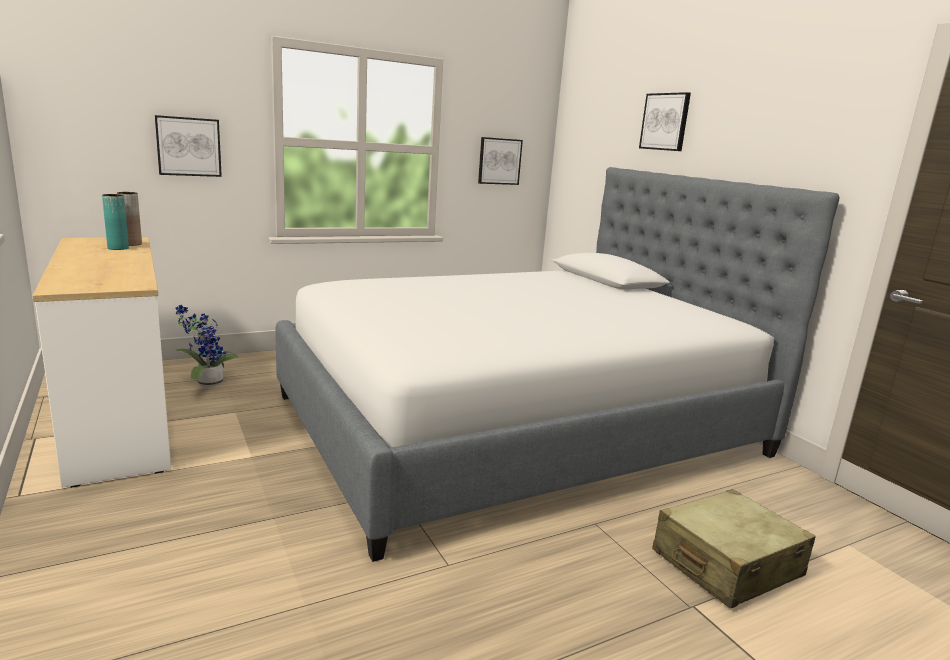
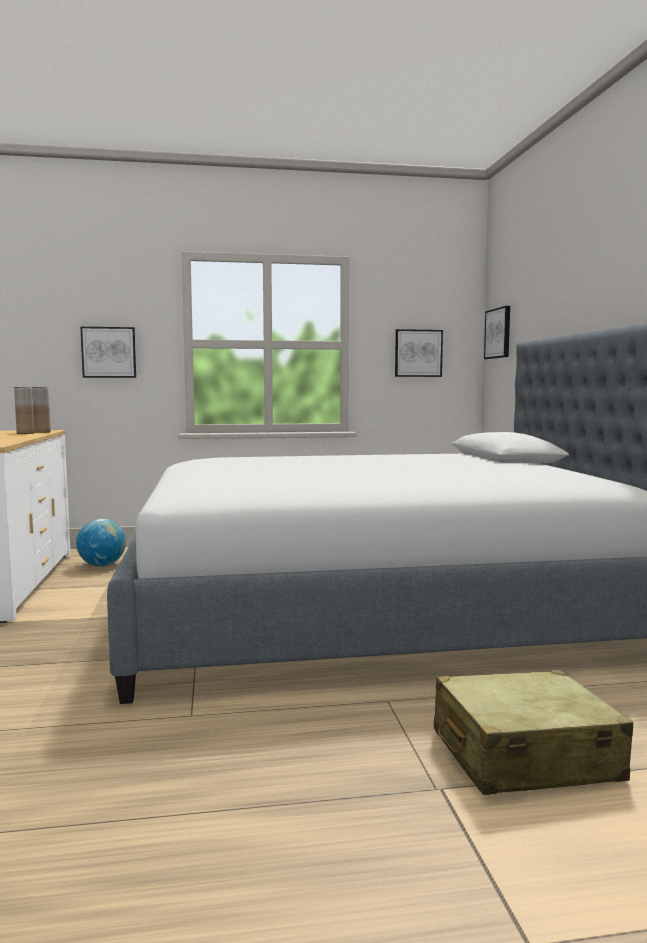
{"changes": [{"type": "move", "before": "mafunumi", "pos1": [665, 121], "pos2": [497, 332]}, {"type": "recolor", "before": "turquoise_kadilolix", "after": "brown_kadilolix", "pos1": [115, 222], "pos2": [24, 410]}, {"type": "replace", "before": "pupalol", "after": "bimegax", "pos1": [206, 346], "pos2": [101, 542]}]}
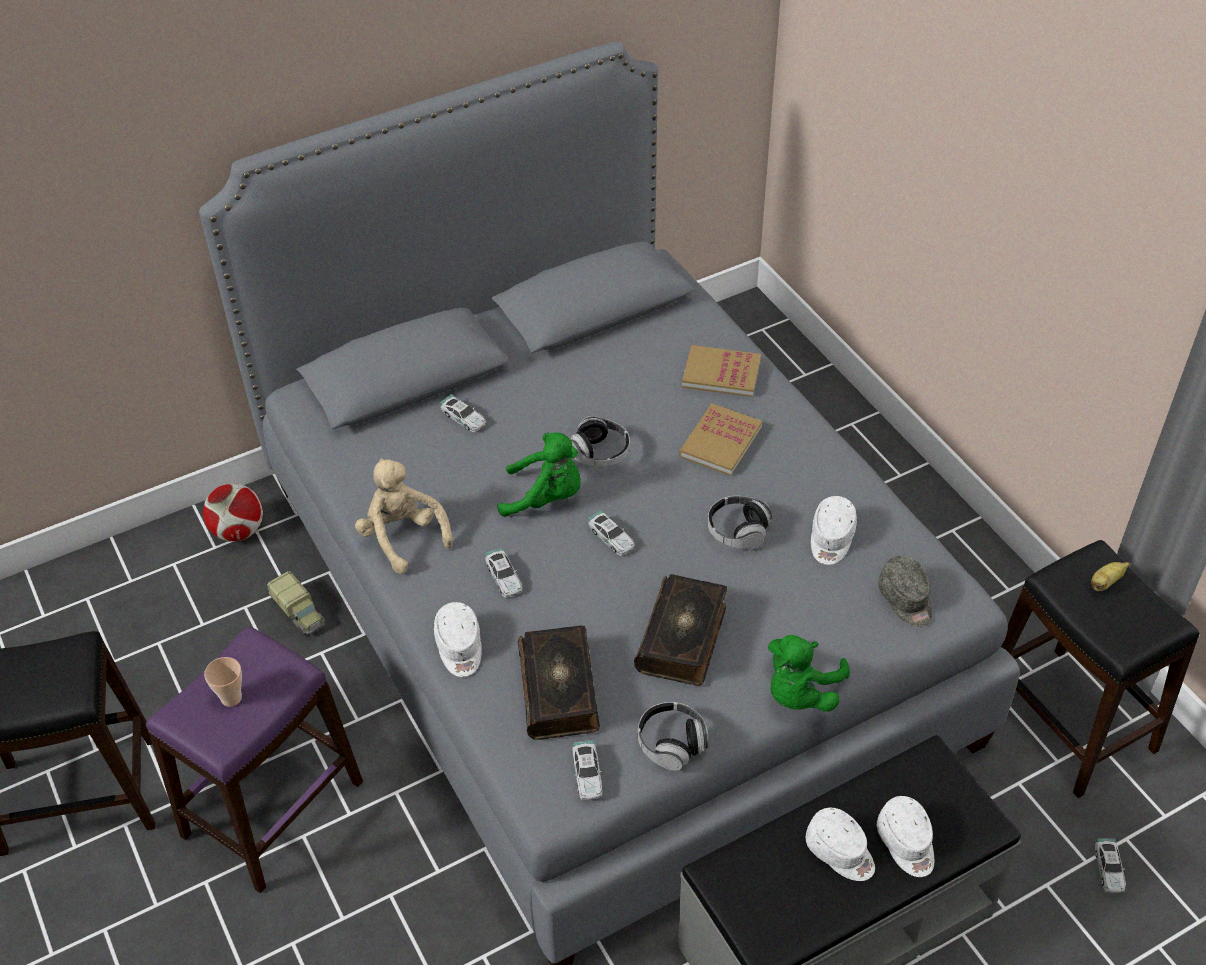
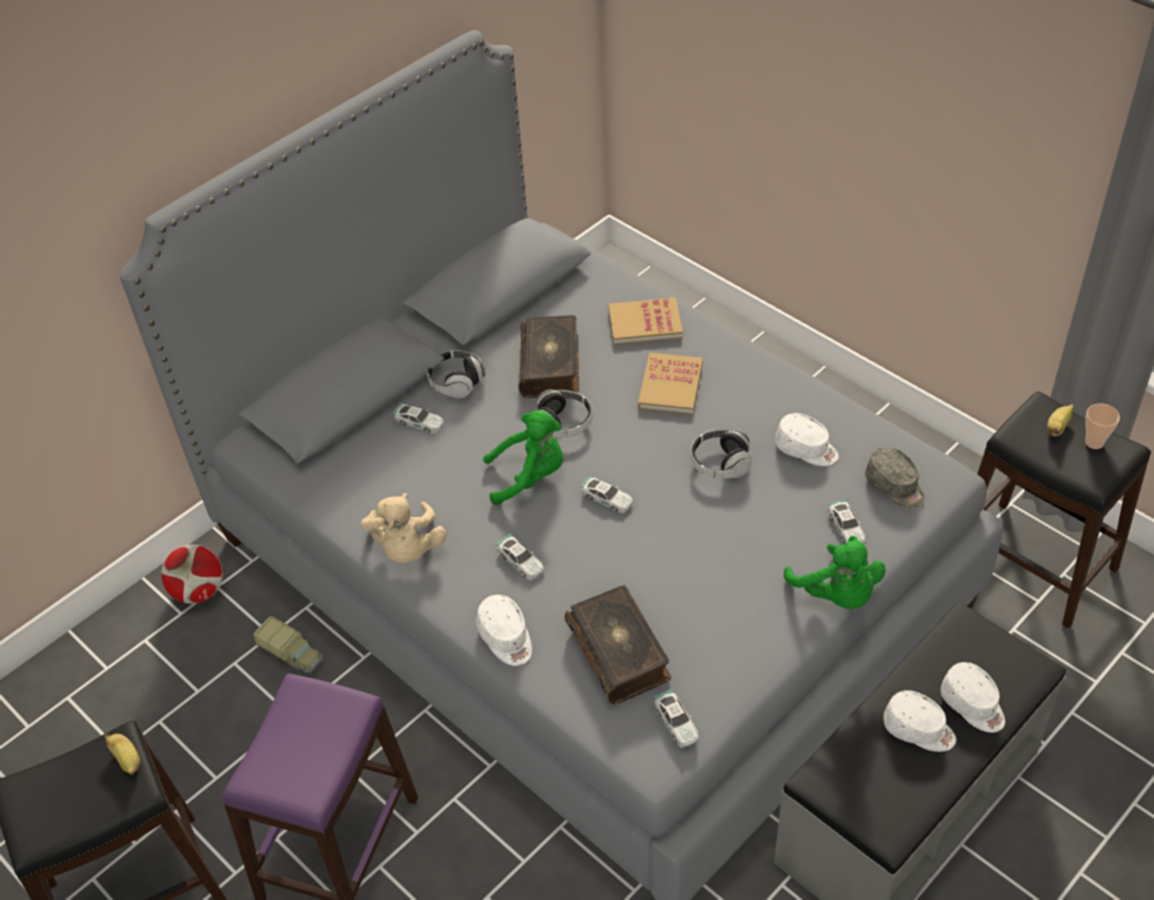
{"changes": [{"type": "rotate", "before": "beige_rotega", "pos1": [404, 516], "pos2": [404, 528], "turn": -135}, {"type": "rotate", "before": "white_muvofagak", "pos1": [834, 530], "pos2": [807, 439], "turn": -60}, {"type": "move", "before": "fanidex", "pos1": [680, 630], "pos2": [548, 356]}, {"type": "rotate", "before": "green_rotega", "pos1": [809, 673], "pos2": [835, 572], "turn": -45}, {"type": "move", "before": "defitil", "pos1": [223, 682], "pos2": [1102, 426]}, {"type": "move", "before": "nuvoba", "pos1": [673, 736], "pos2": [456, 374]}, {"type": "move", "before": "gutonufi", "pos1": [1110, 865], "pos2": [847, 521]}, {"type": "insert", "after": "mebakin", "pos2": [122, 753]}]}
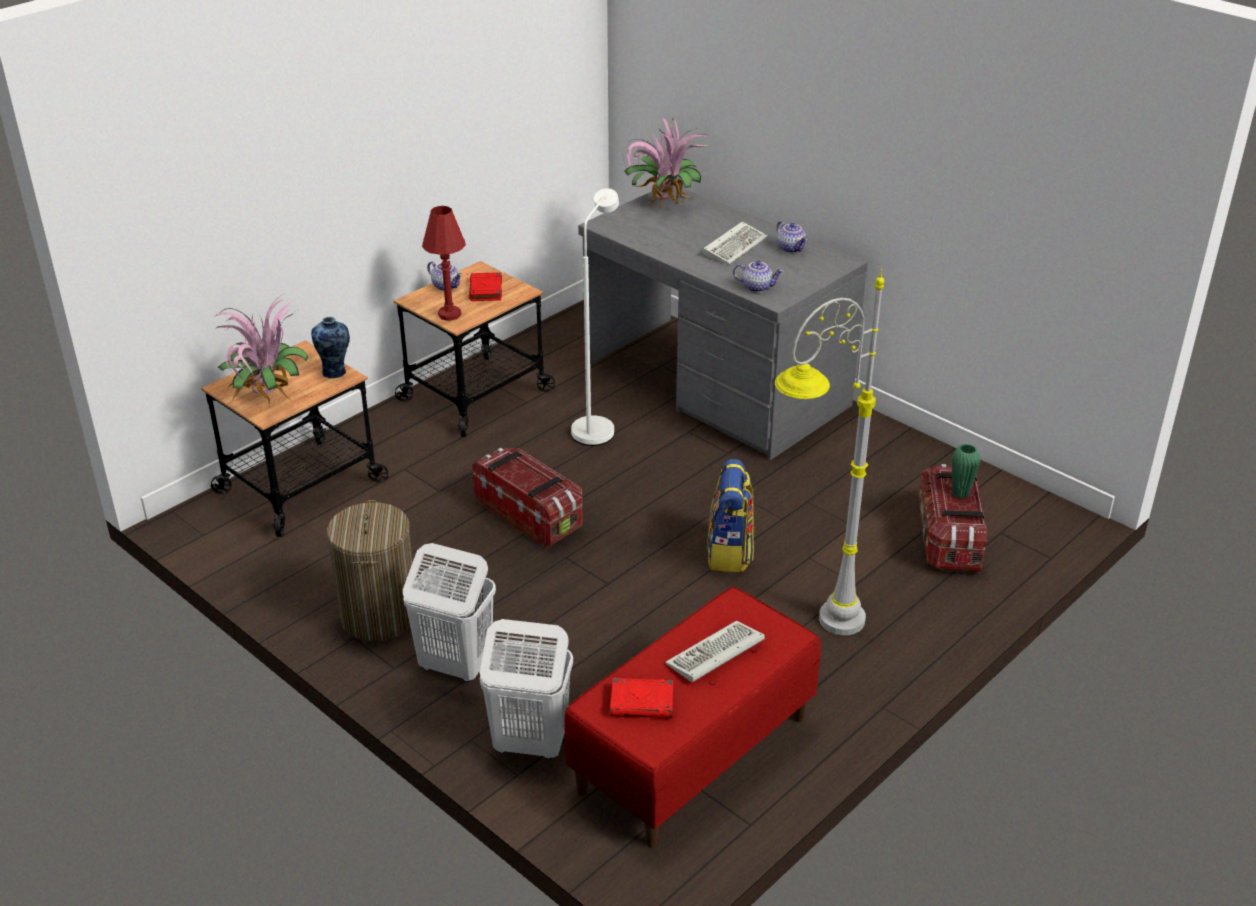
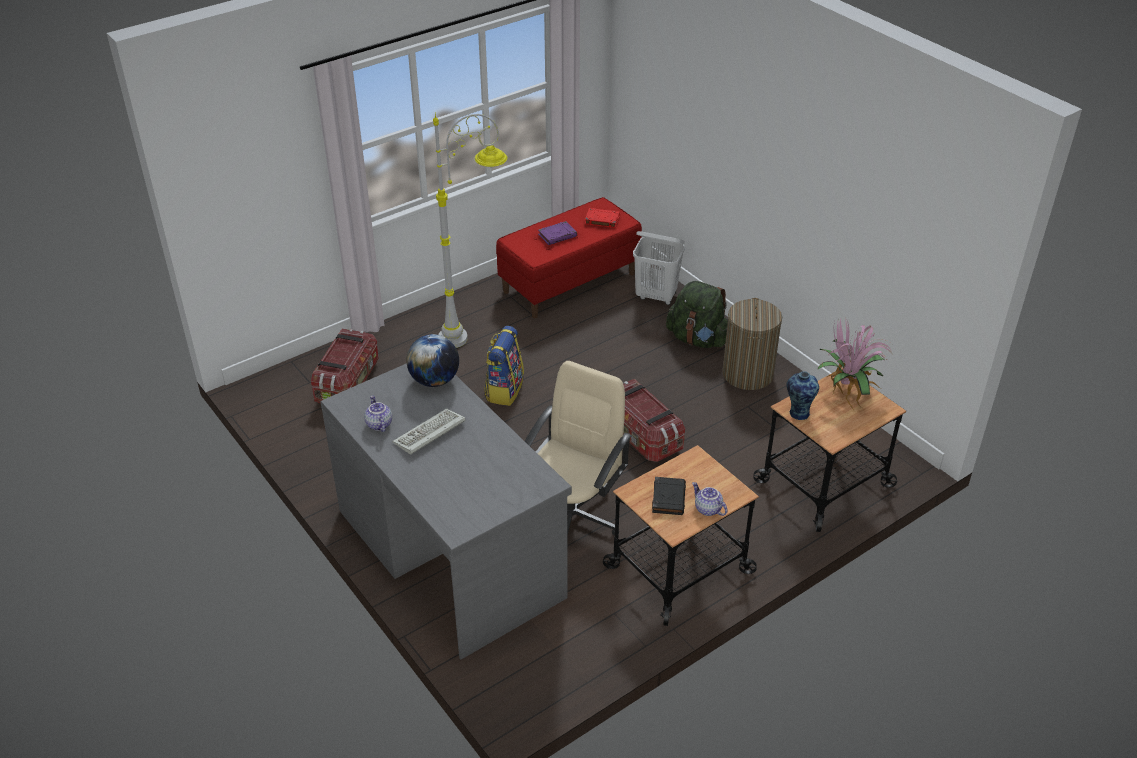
{"changes": [{"type": "delete", "before": "pupalol", "pos1": [665, 163]}, {"type": "replace", "before": "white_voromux", "after": "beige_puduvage", "pos1": [595, 317], "pos2": [578, 448]}, {"type": "delete", "before": "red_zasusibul", "pos1": [444, 263]}, {"type": "replace", "before": "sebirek", "after": "bimegax", "pos1": [758, 276], "pos2": [432, 360]}, {"type": "recolor", "before": "red_fanidex", "after": "black_fanidex", "pos1": [485, 286], "pos2": [669, 496]}, {"type": "delete", "before": "green_kadilolix", "pos1": [966, 471]}, {"type": "replace", "before": "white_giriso", "after": "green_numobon", "pos1": [449, 612], "pos2": [697, 314]}, {"type": "replace", "before": "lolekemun", "after": "purple_fanidex", "pos1": [715, 651], "pos2": [557, 233]}]}
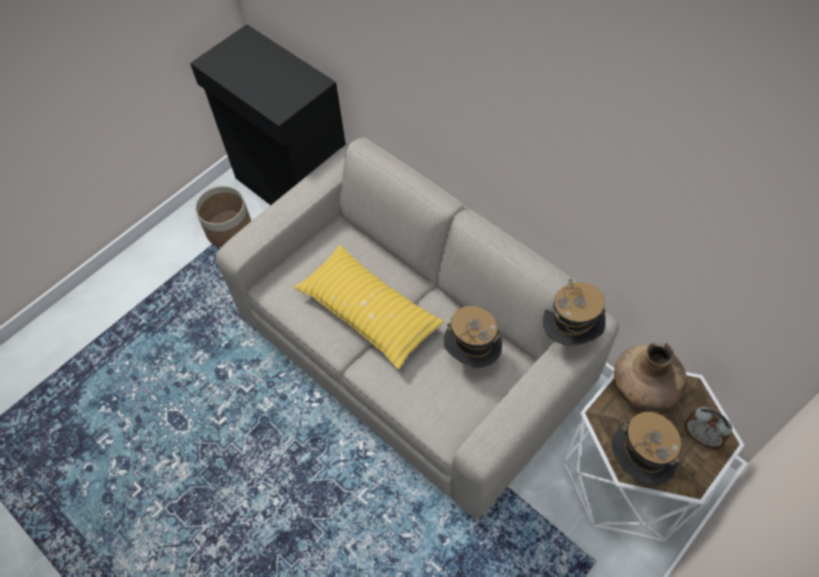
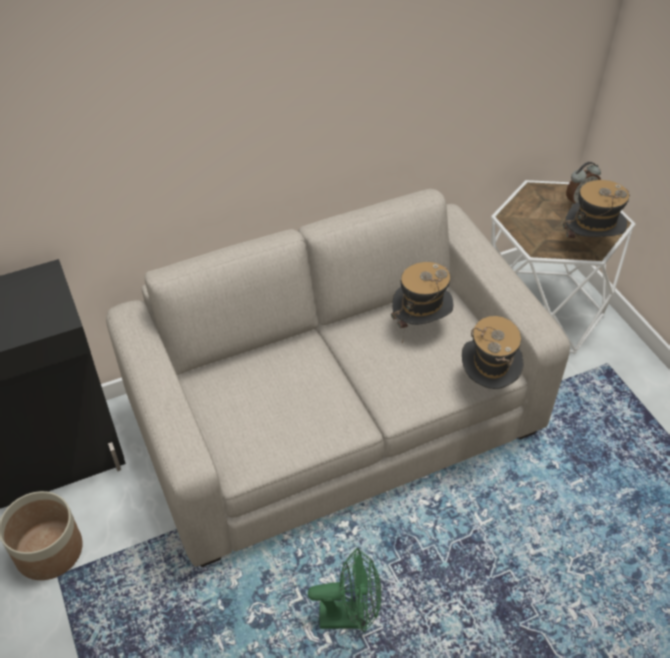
{"changes": [{"type": "delete", "before": "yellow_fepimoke", "pos1": [369, 307]}, {"type": "move", "before": "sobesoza", "pos1": [574, 312], "pos2": [492, 352]}, {"type": "delete", "before": "brown_kadilolix", "pos1": [650, 376]}, {"type": "insert", "after": "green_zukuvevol", "pos2": [344, 590]}]}
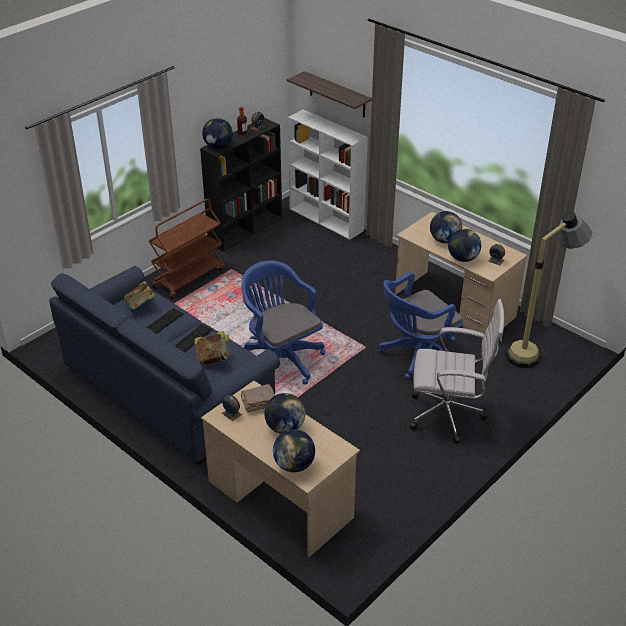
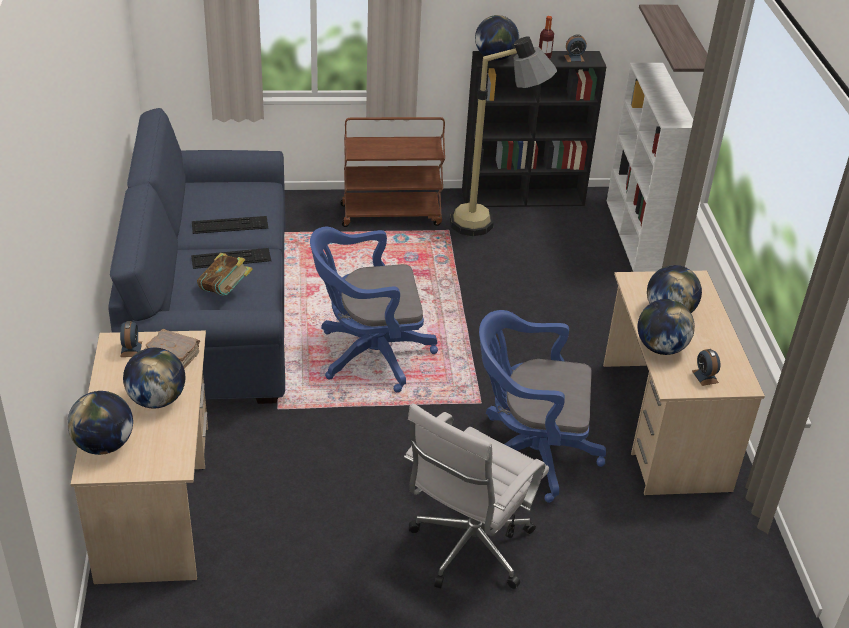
{"changes": [{"type": "move", "before": "voromux", "pos1": [548, 289], "pos2": [503, 136]}, {"type": "rotate", "before": "blue_puduvage", "pos1": [283, 322], "pos2": [374, 310], "turn": -105}, {"type": "delete", "before": "fanidex", "pos1": [139, 295]}, {"type": "rotate", "before": "white_puduvage", "pos1": [457, 371], "pos2": [476, 496], "turn": 75}]}
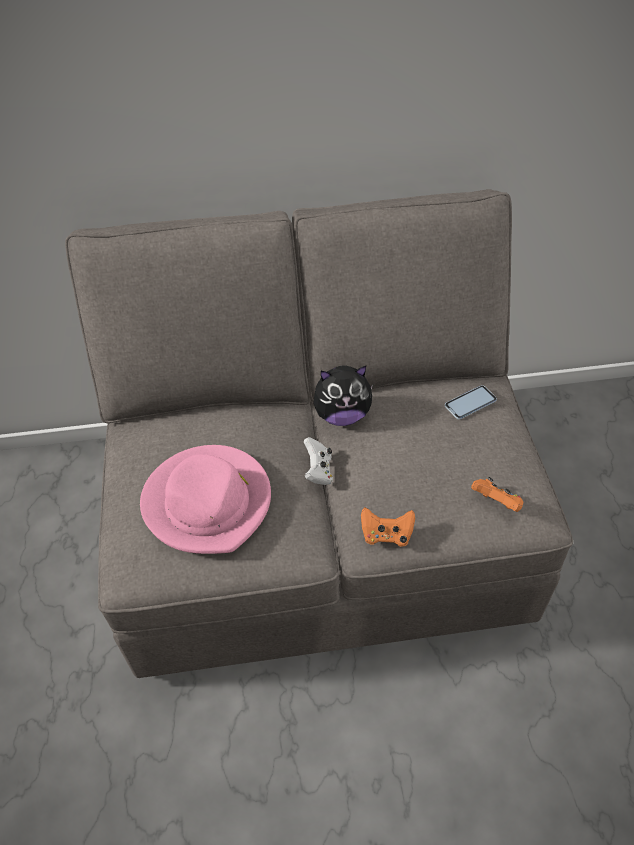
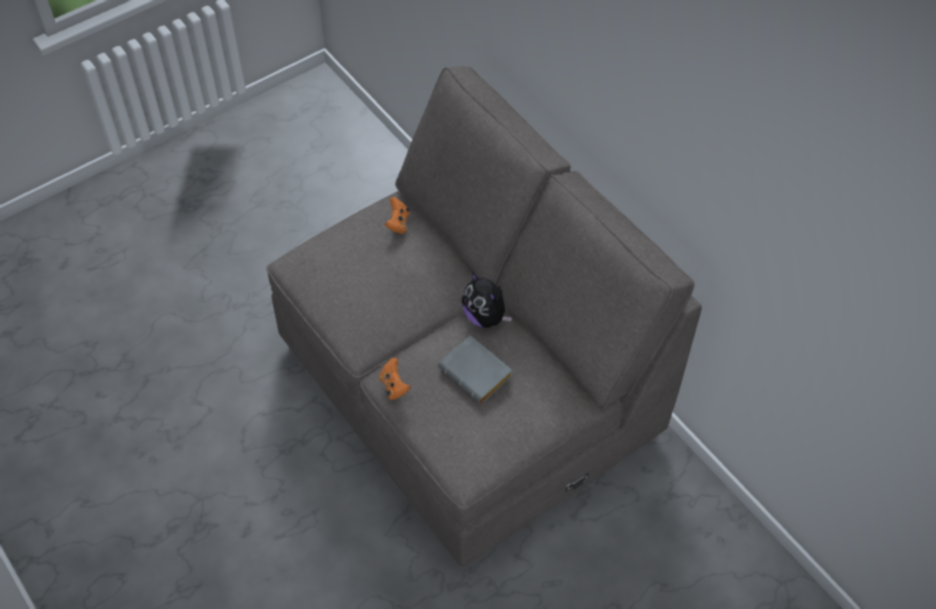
{"changes": [{"type": "delete", "before": "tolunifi", "pos1": [471, 402]}, {"type": "delete", "before": "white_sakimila", "pos1": [318, 461]}, {"type": "delete", "before": "pink_sobesoza", "pos1": [205, 499]}, {"type": "move", "before": "orange_sakimila", "pos1": [497, 494], "pos2": [397, 215]}, {"type": "insert", "after": "grey_fanidex", "pos2": [475, 369]}]}
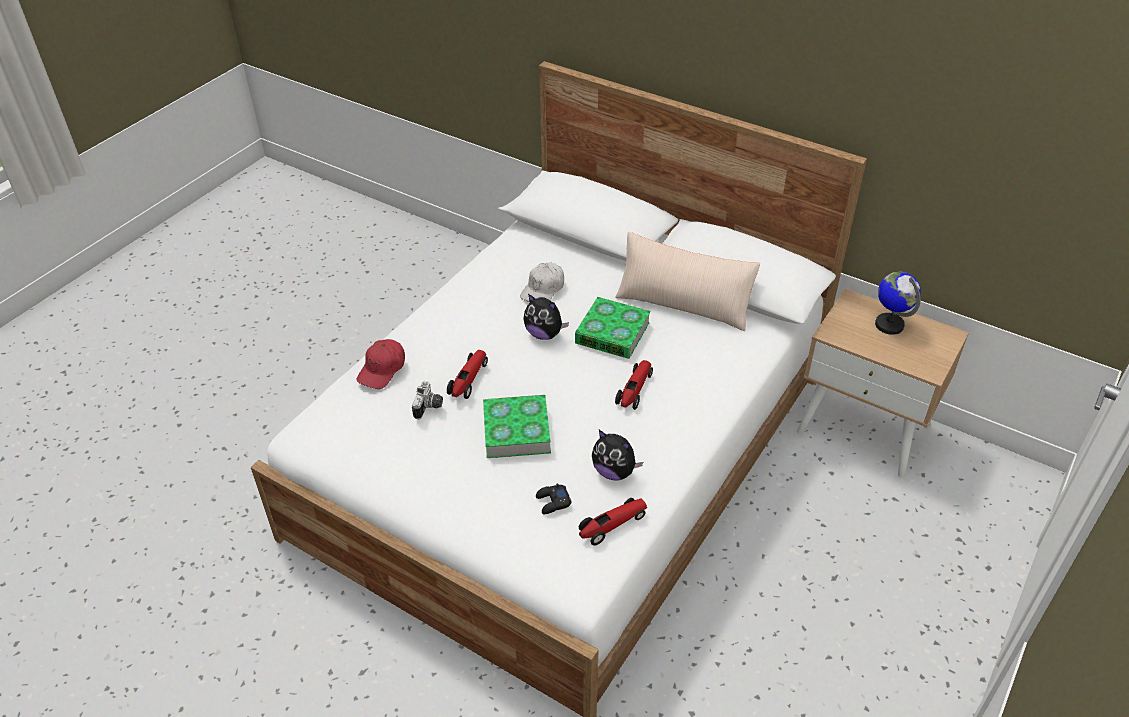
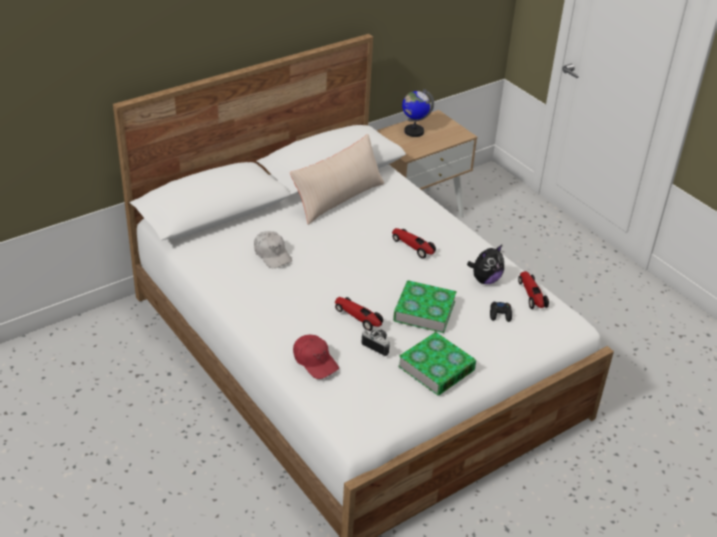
{"changes": [{"type": "delete", "before": "rotega", "pos1": [546, 317]}, {"type": "move", "before": "fanidex", "pos1": [612, 328], "pos2": [437, 364]}]}
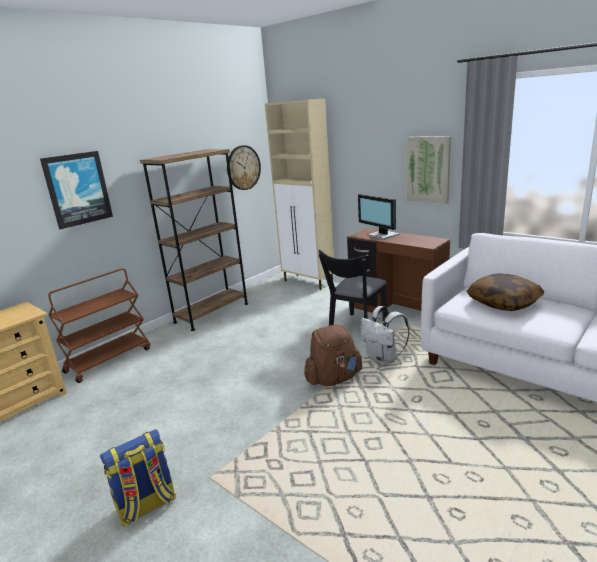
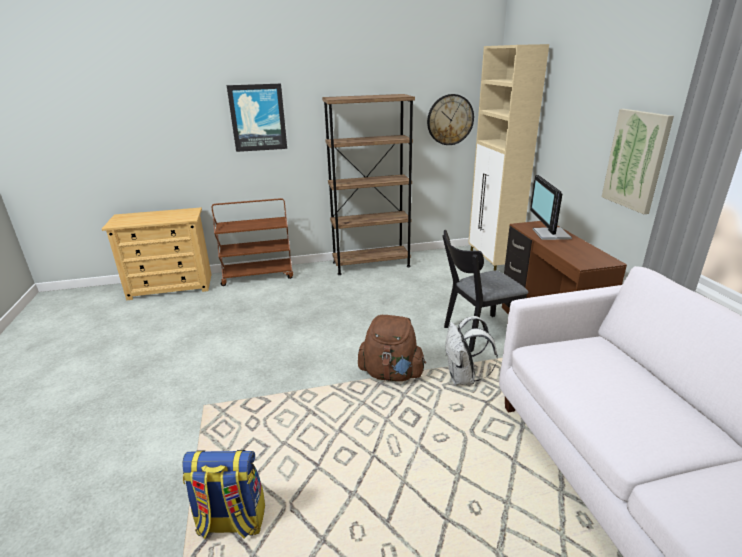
{"changes": [{"type": "delete", "before": "fepimoke", "pos1": [505, 292]}, {"type": "move", "before": "numobon", "pos1": [138, 478], "pos2": [224, 494]}]}
